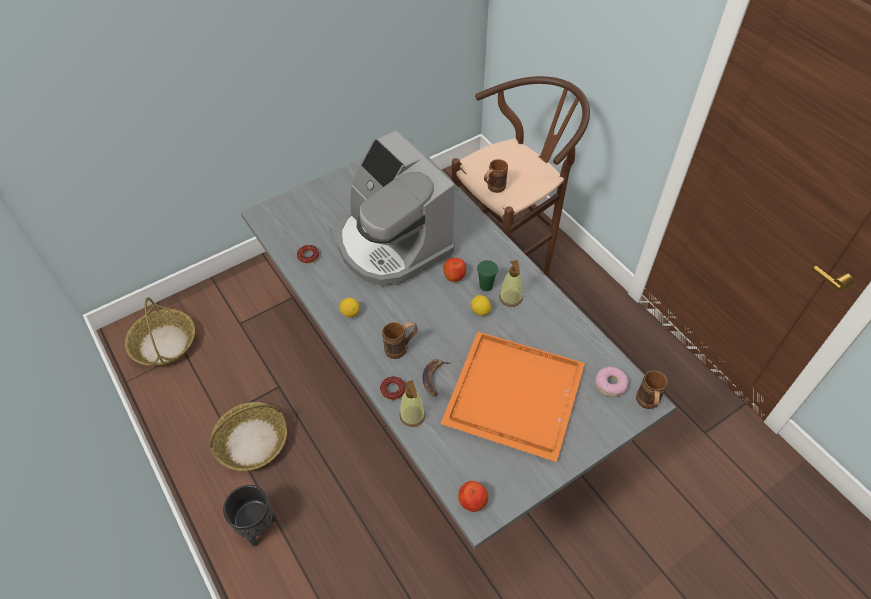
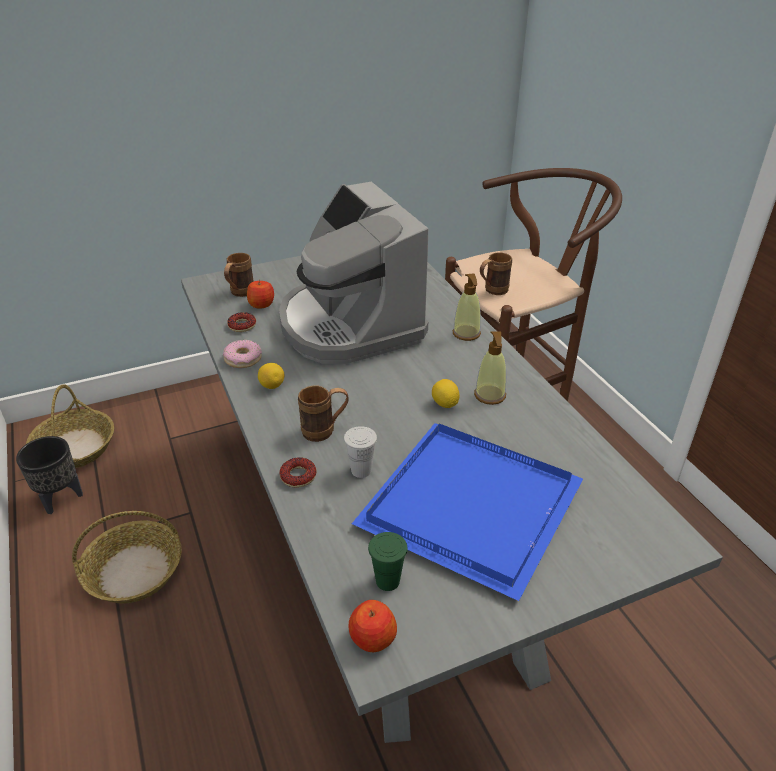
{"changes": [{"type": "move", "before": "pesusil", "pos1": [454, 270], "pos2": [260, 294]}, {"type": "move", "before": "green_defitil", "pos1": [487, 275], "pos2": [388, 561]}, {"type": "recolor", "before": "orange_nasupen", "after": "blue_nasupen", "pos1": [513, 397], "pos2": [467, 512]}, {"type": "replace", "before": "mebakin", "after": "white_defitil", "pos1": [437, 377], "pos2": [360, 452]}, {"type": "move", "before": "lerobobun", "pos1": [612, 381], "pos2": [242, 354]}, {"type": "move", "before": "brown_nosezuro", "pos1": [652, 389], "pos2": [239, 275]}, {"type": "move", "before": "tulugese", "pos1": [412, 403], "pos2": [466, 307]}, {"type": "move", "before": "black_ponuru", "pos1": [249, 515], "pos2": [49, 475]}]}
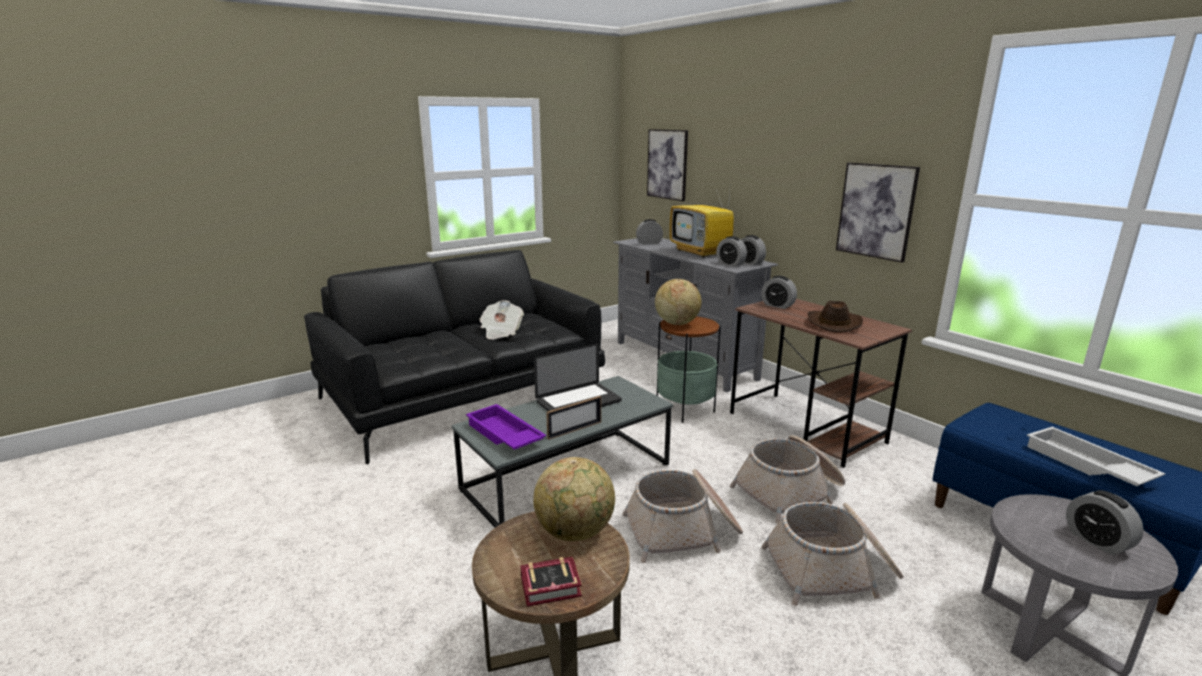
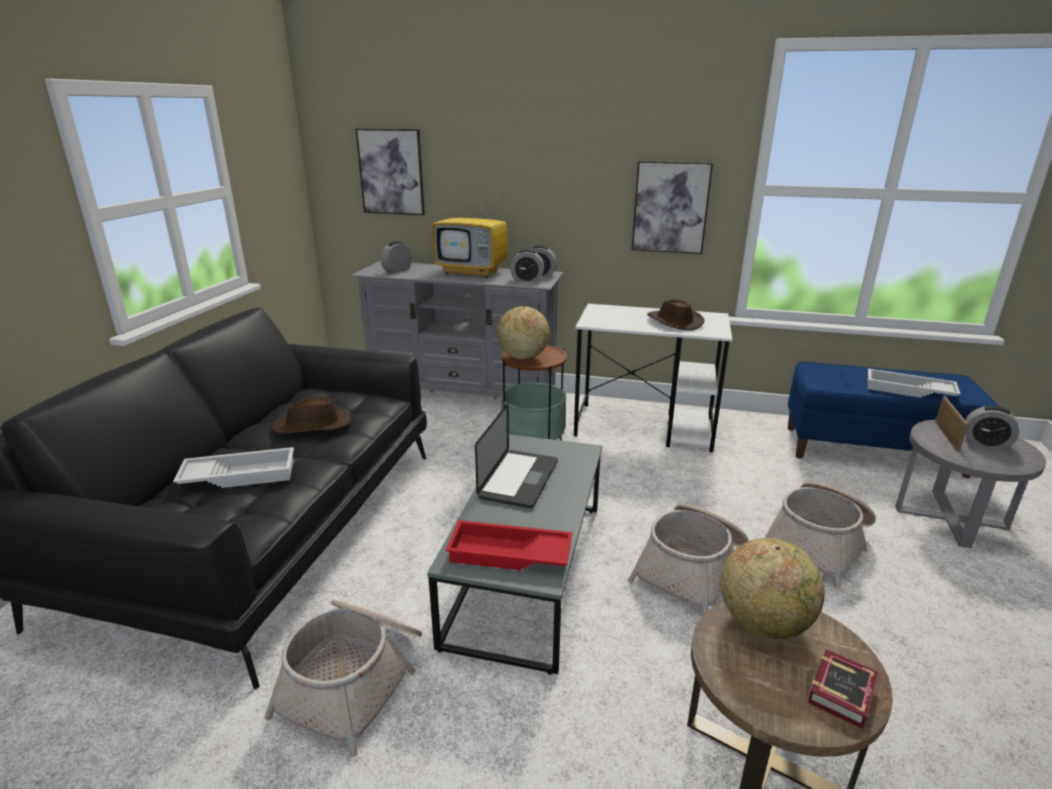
{"changes": [{"type": "delete", "before": "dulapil", "pos1": [779, 292]}, {"type": "recolor", "before": "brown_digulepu", "after": "white_digulepu", "pos1": [821, 383], "pos2": [653, 378]}, {"type": "replace", "before": "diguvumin", "after": "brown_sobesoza", "pos1": [501, 319], "pos2": [311, 415]}, {"type": "move", "before": "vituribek", "pos1": [573, 418], "pos2": [951, 423]}, {"type": "recolor", "before": "purple_nasupen", "after": "red_nasupen", "pos1": [506, 427], "pos2": [509, 545]}, {"type": "move", "before": "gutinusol", "pos1": [787, 479], "pos2": [343, 678]}, {"type": "insert", "after": "white_nasupen", "pos2": [233, 467]}]}
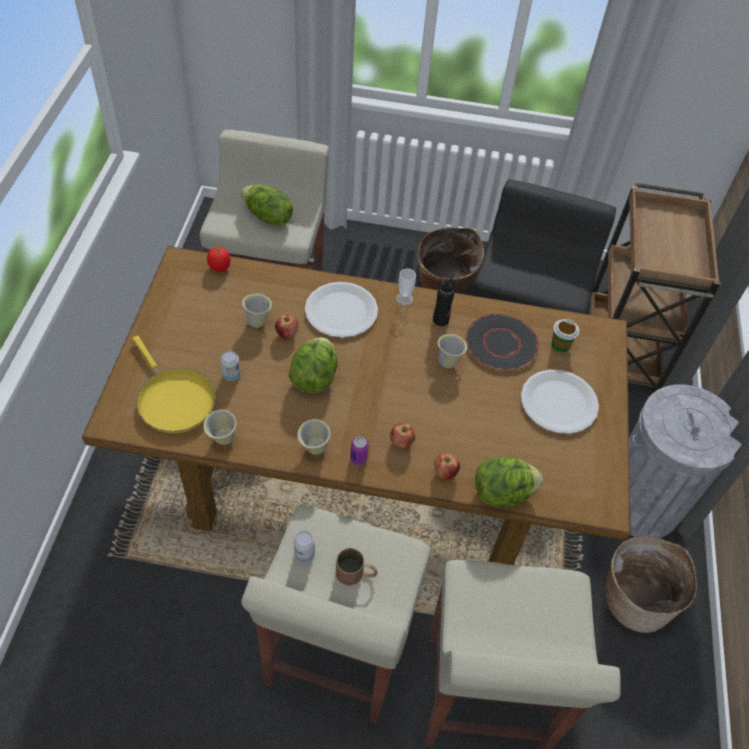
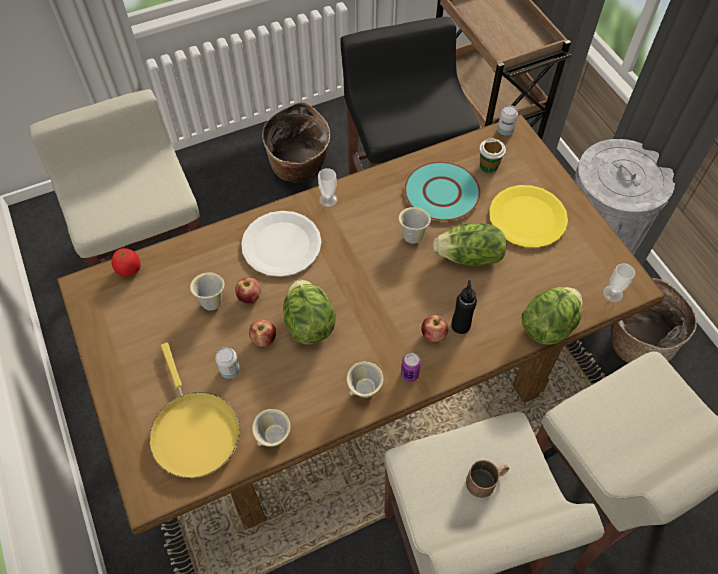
{"changes": [{"type": "move", "before": "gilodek", "pos1": [267, 205], "pos2": [469, 244]}, {"type": "move", "before": "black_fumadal", "pos1": [444, 300], "pos2": [464, 307]}, {"type": "recolor", "before": "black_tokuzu", "after": "turquoise_tokuzu", "pos1": [502, 342], "pos2": [442, 191]}, {"type": "rotate", "before": "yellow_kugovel", "pos1": [174, 384], "pos2": [194, 410], "turn": 45}, {"type": "recolor", "before": "white_tokuzu", "after": "yellow_tokuzu", "pos1": [560, 401], "pos2": [528, 216]}, {"type": "move", "before": "pesusil", "pos1": [447, 466], "pos2": [262, 333]}, {"type": "move", "before": "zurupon", "pos1": [304, 547], "pos2": [507, 120]}, {"type": "insert", "after": "defitil", "pos2": [619, 282]}]}
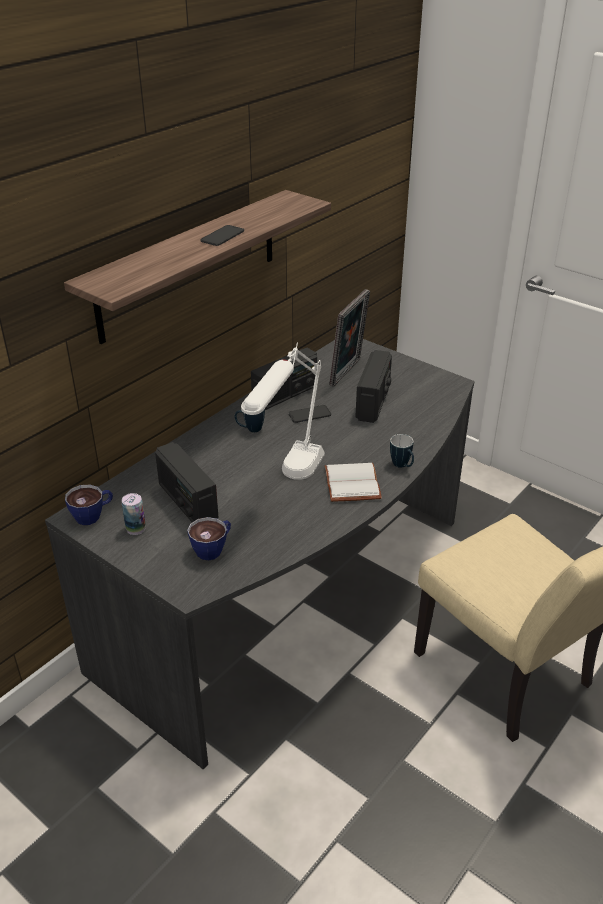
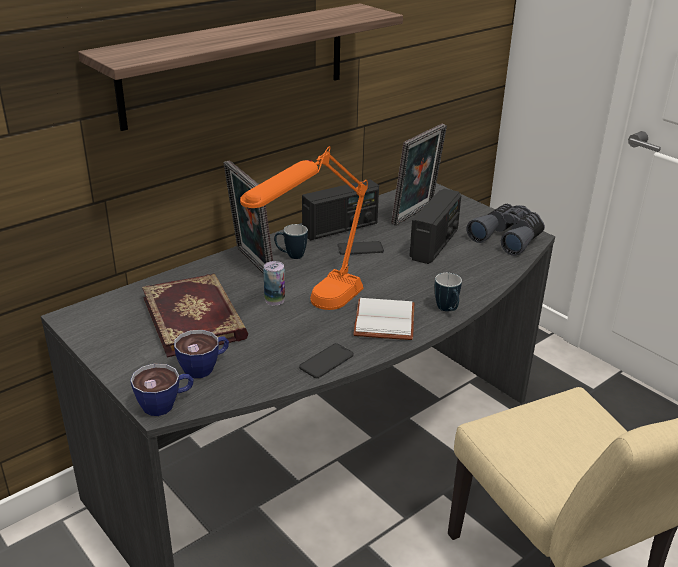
{"changes": [{"type": "move", "before": "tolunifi", "pos1": [222, 235], "pos2": [326, 360]}, {"type": "recolor", "before": "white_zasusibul", "after": "orange_zasusibul", "pos1": [283, 411], "pos2": [304, 228]}, {"type": "replace", "before": "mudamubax", "after": "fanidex", "pos1": [187, 482], "pos2": [195, 316]}, {"type": "move", "before": "defitil", "pos1": [89, 504], "pos2": [162, 389]}, {"type": "move", "before": "zurupon", "pos1": [134, 514], "pos2": [274, 283]}, {"type": "insert", "after": "vituribek", "pos2": [248, 217]}, {"type": "insert", "after": "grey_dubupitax", "pos2": [505, 230]}]}
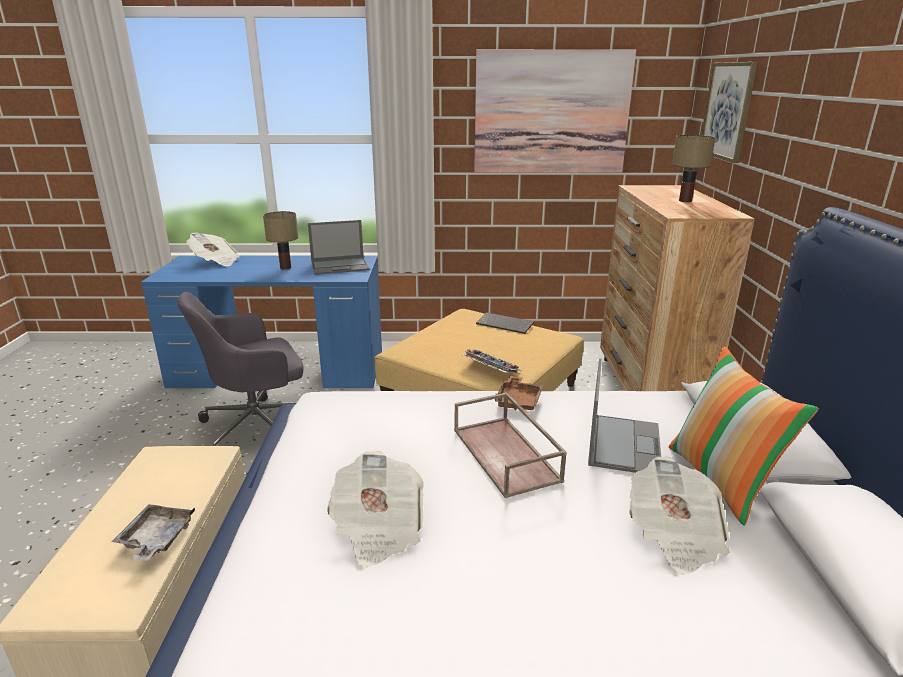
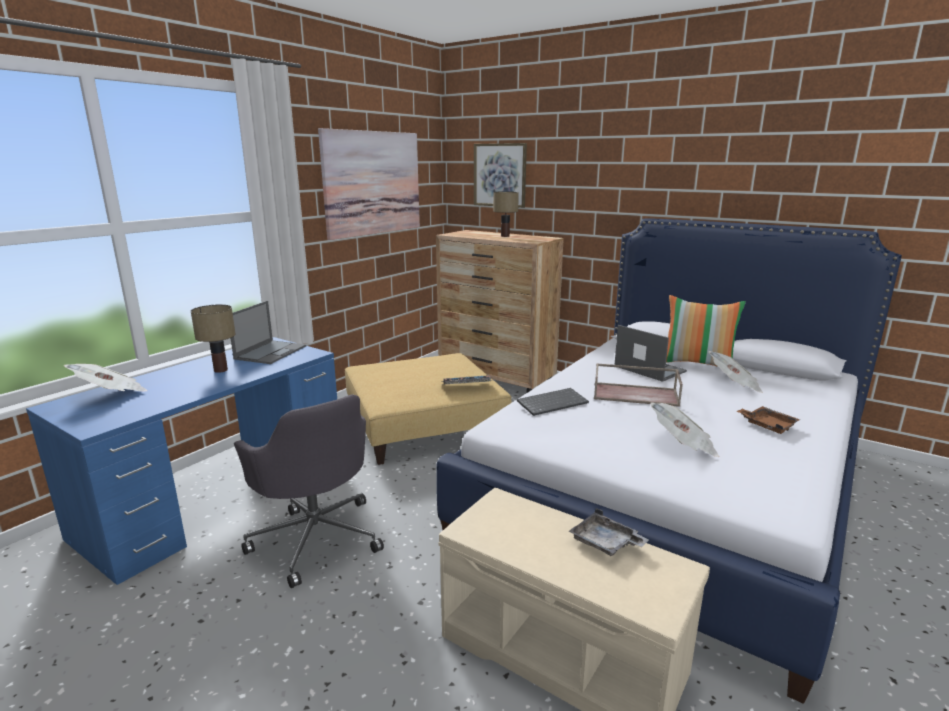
{"changes": [{"type": "rotate", "before": "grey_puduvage", "pos1": [241, 369], "pos2": [309, 491], "turn": -45}, {"type": "move", "before": "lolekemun", "pos1": [505, 323], "pos2": [553, 402]}, {"type": "move", "before": "brown_nasupen", "pos1": [519, 393], "pos2": [768, 420]}]}
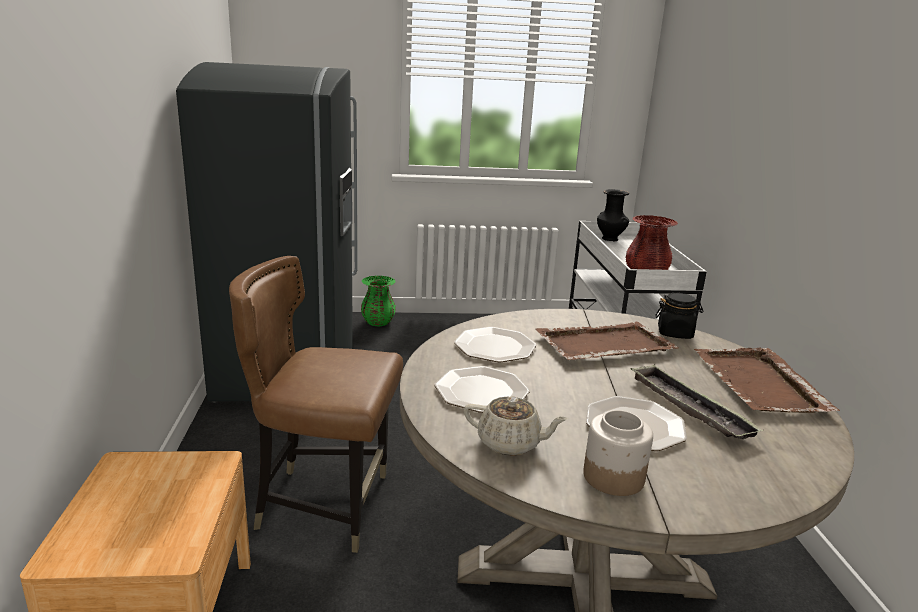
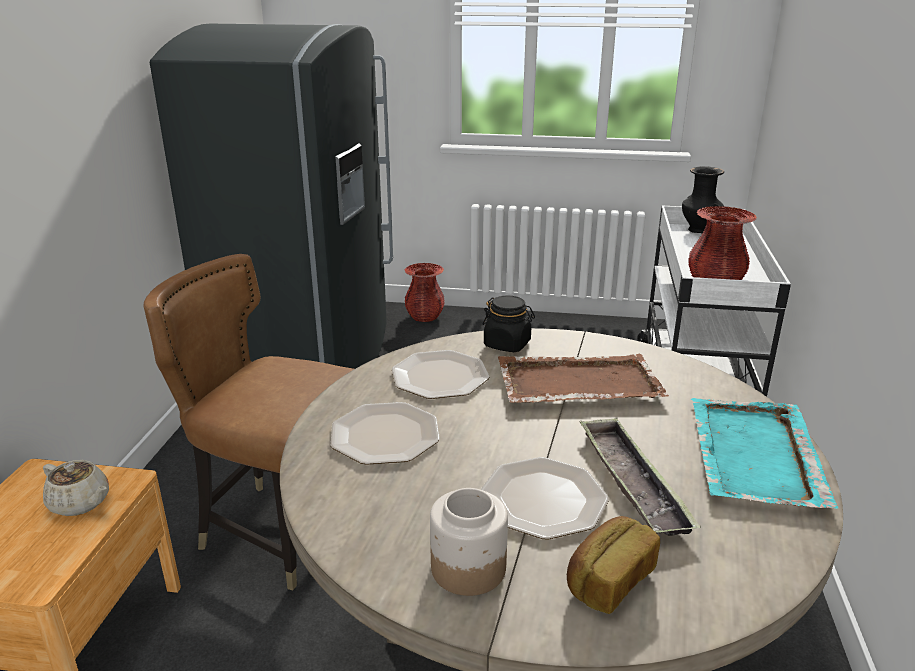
{"changes": [{"type": "recolor", "before": "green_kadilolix", "after": "red_kadilolix", "pos1": [378, 301], "pos2": [425, 292]}, {"type": "move", "before": "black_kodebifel", "pos1": [679, 316], "pos2": [509, 323]}, {"type": "recolor", "before": "brown_nasupen", "after": "turquoise_nasupen", "pos1": [767, 380], "pos2": [764, 453]}, {"type": "move", "before": "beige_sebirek", "pos1": [516, 426], "pos2": [76, 488]}, {"type": "insert", "after": "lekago", "pos2": [613, 565]}]}
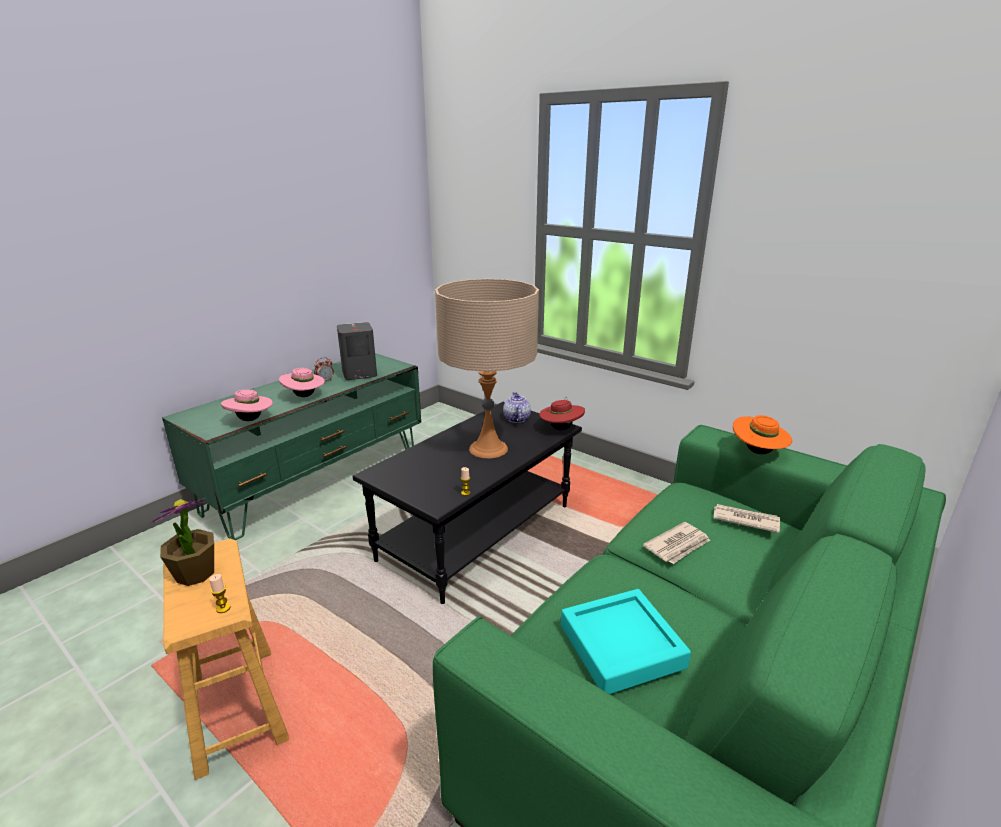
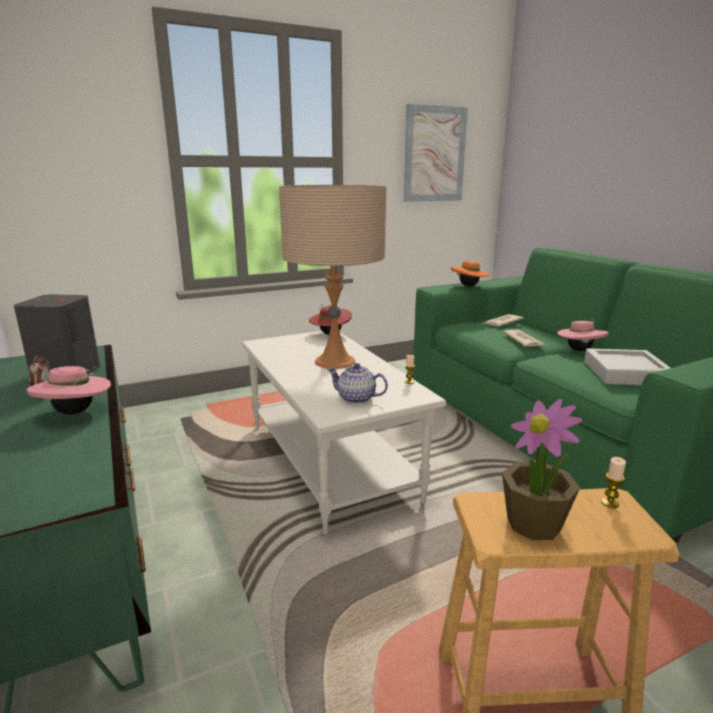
{"changes": [{"type": "move", "before": "pink_sobesoza", "pos1": [247, 405], "pos2": [583, 335]}, {"type": "move", "before": "sebirek", "pos1": [517, 407], "pos2": [357, 383]}, {"type": "recolor", "before": "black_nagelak", "after": "white_nagelak", "pos1": [467, 503], "pos2": [344, 432]}, {"type": "recolor", "before": "turquoise_nasupen", "after": "grey_nasupen", "pos1": [626, 641], "pos2": [627, 366]}, {"type": "insert", "after": "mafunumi", "pos2": [436, 153]}]}
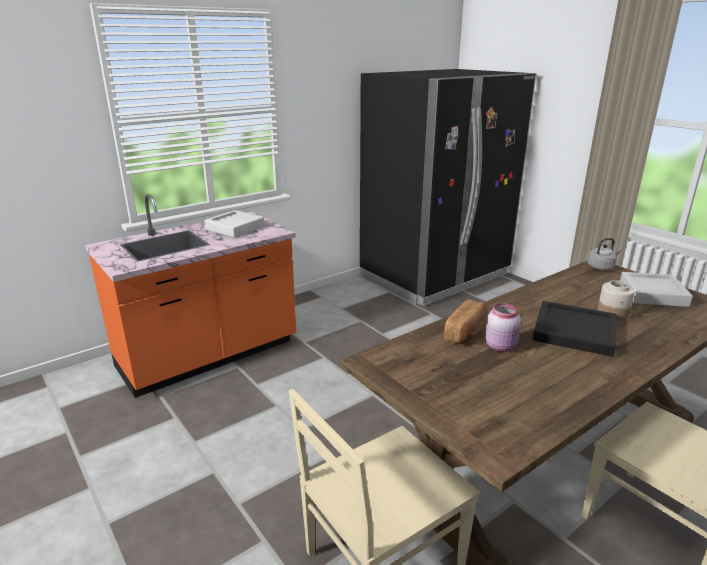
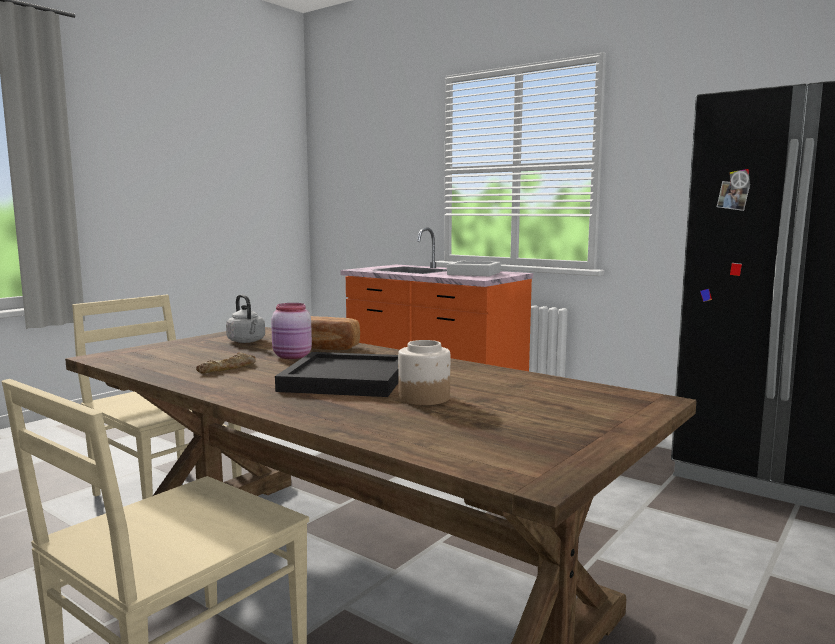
{"changes": [{"type": "move", "before": "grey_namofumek", "pos1": [604, 254], "pos2": [245, 318]}, {"type": "delete", "before": "grey_nasupen", "pos1": [656, 289]}, {"type": "insert", "after": "lekago", "pos2": [226, 363]}]}
